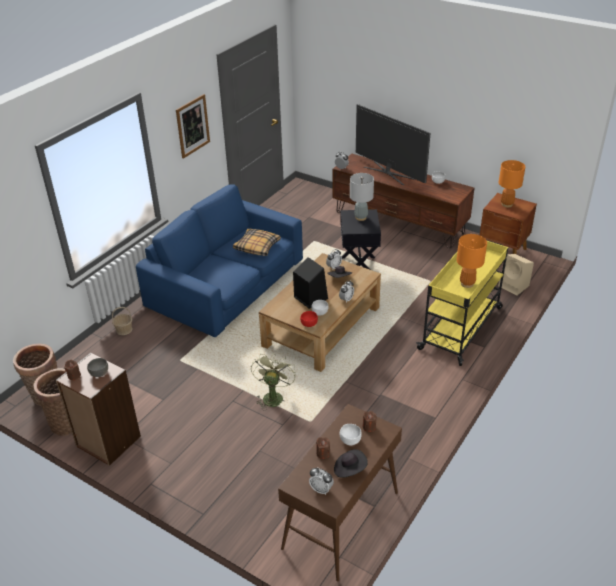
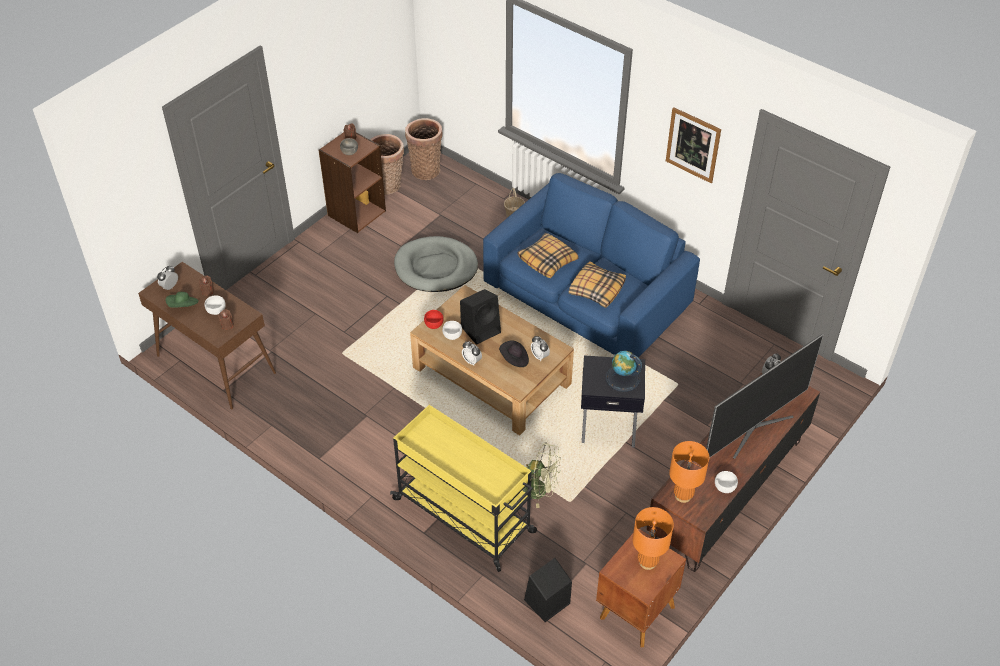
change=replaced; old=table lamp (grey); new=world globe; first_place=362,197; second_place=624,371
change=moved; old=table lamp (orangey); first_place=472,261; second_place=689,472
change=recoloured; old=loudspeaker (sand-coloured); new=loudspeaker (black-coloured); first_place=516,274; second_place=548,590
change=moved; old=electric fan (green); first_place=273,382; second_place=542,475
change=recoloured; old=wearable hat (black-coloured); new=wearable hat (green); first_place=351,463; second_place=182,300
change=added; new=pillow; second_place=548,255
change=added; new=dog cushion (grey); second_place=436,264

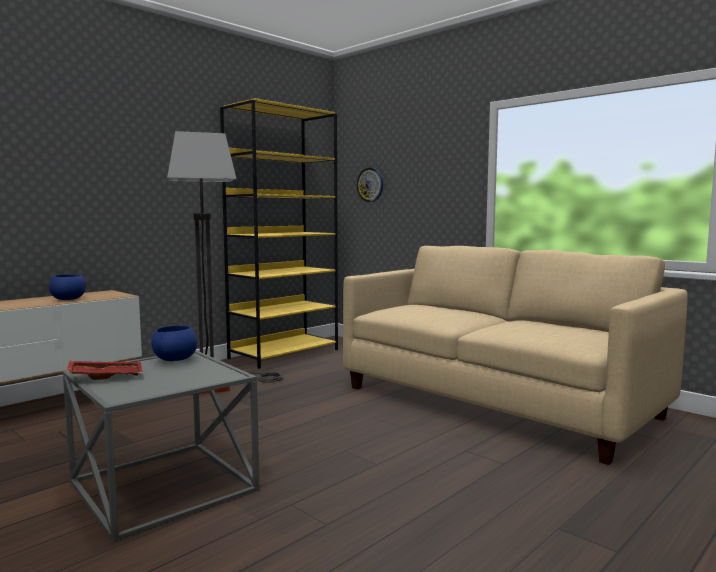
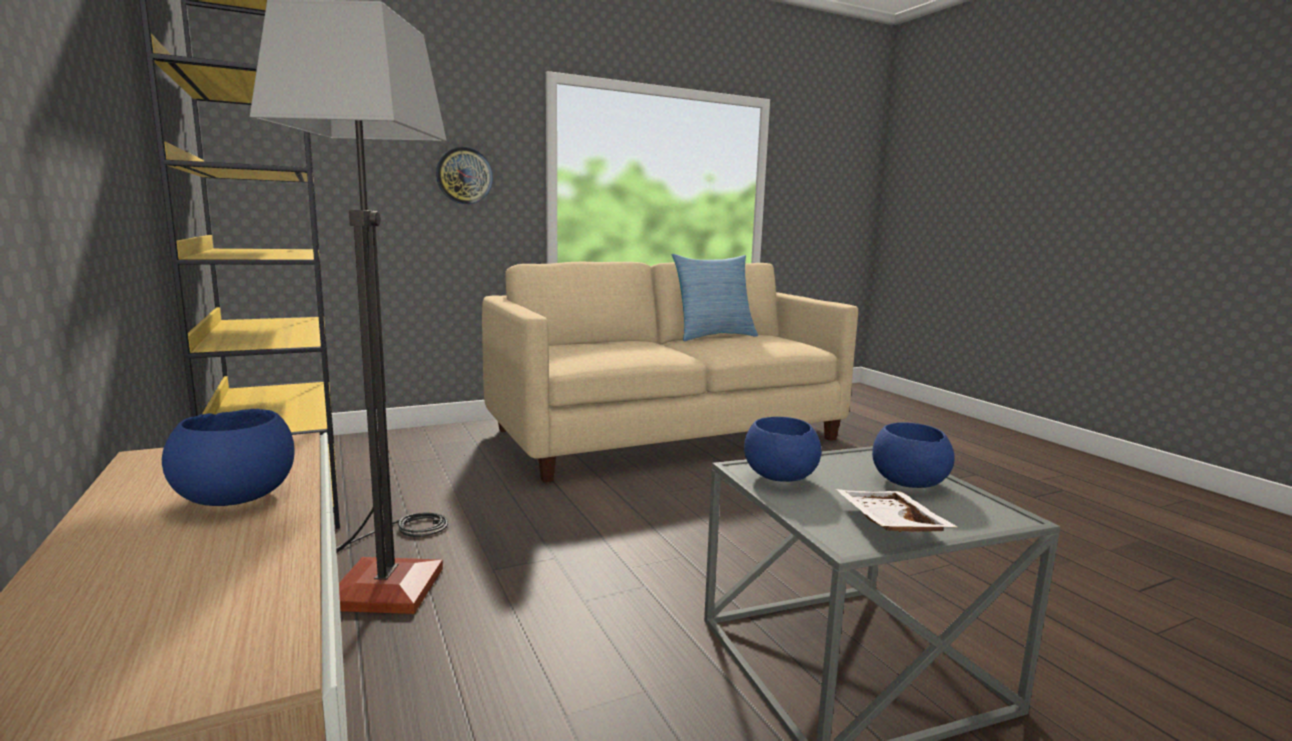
change=moved; old=wall clock; first_place=370,185; second_place=464,175
change=recoloured; old=carrying tray (red); new=carrying tray (whitish); first_place=105,370; second_place=896,510
change=added; new=pillow; second_place=715,297
change=added; new=deep dish (blue); second_place=913,455

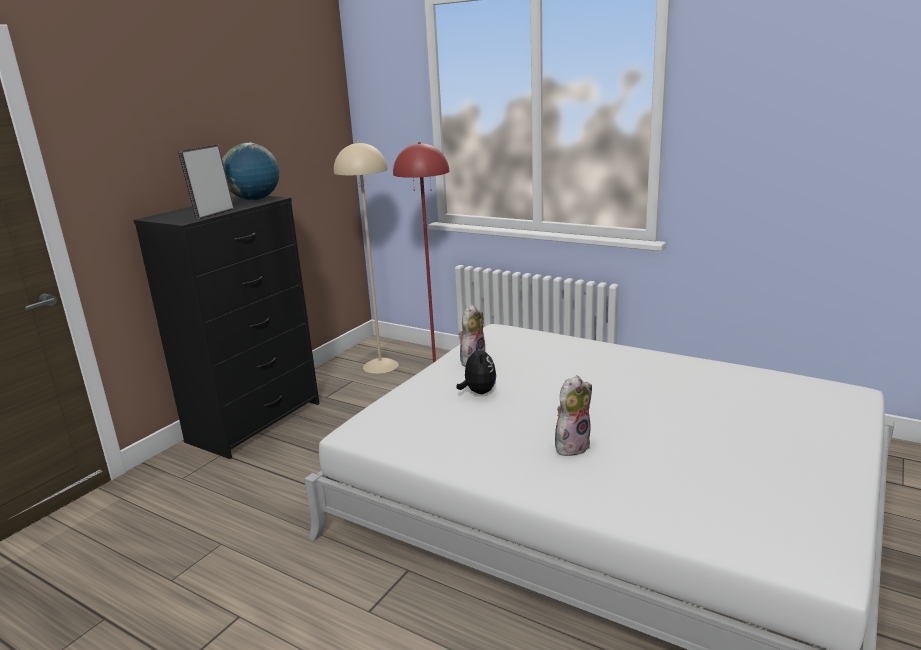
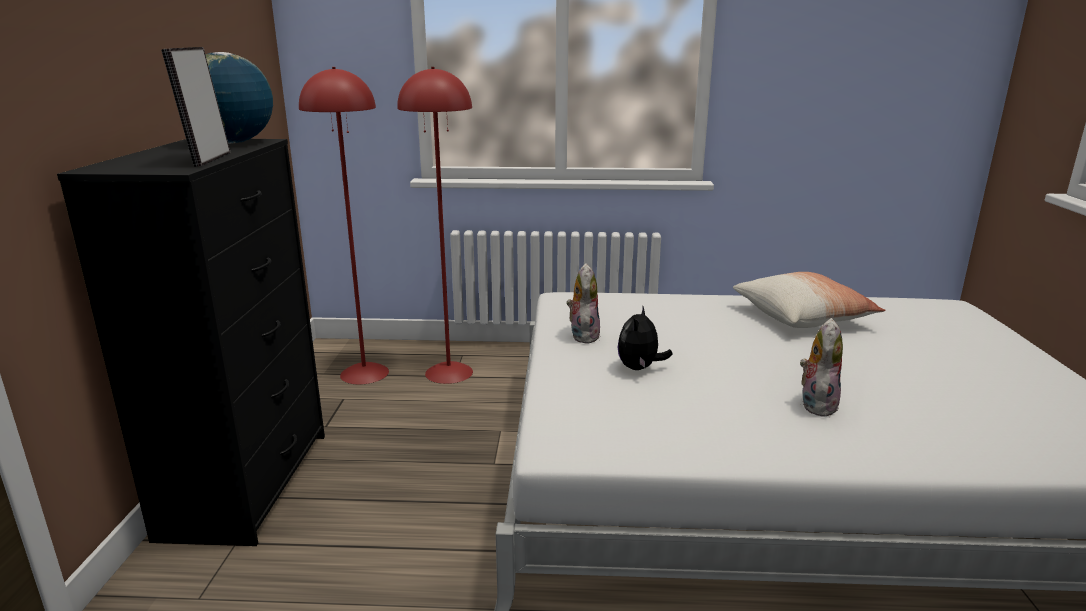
change=recoloured; old=standard lamp (sand-coloured); new=standard lamp (red); first_place=366,257; second_place=344,226
change=turned; old=plush toy; first_place=476,368; second_place=645,338; degrees=-120
change=added; new=pillow; second_place=809,300

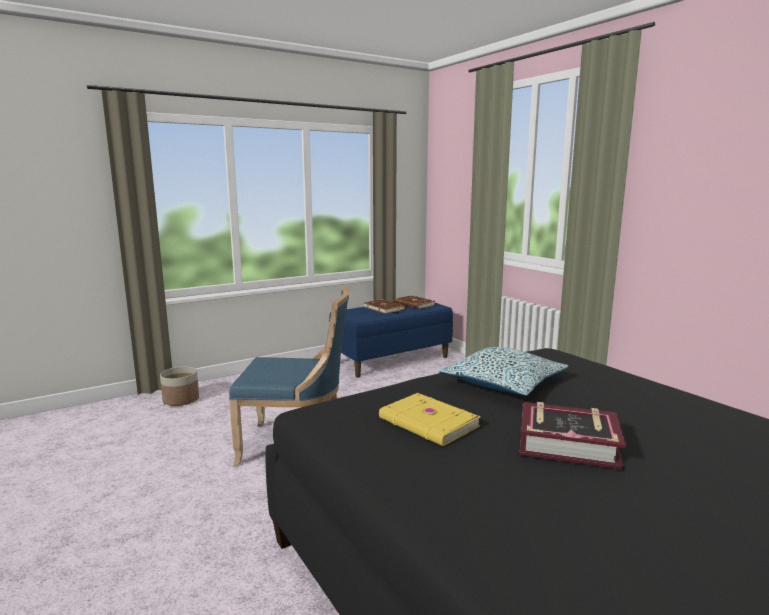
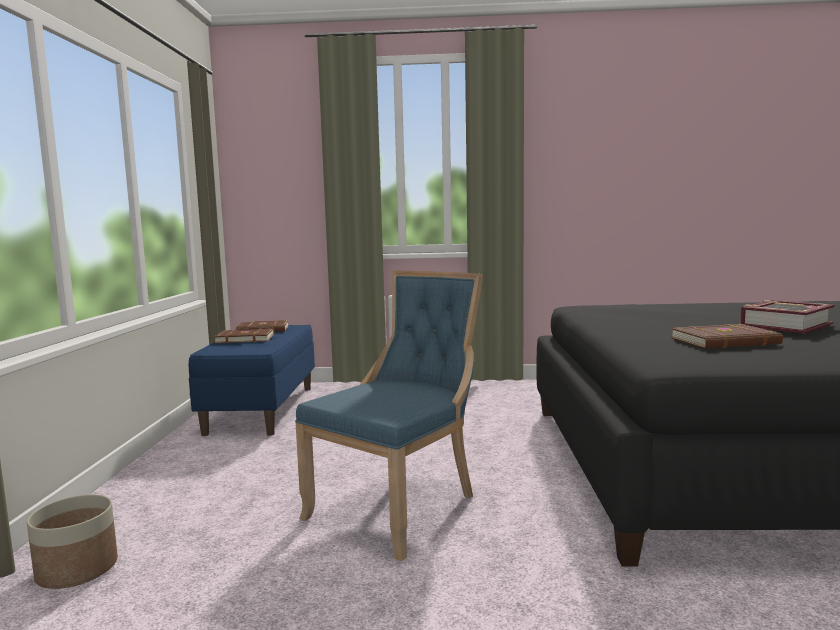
change=removed; old=pillow; first_place=503,371
change=recoloured; old=volume (yellow); new=volume (brown-coloured); first_place=429,419; second_place=727,336

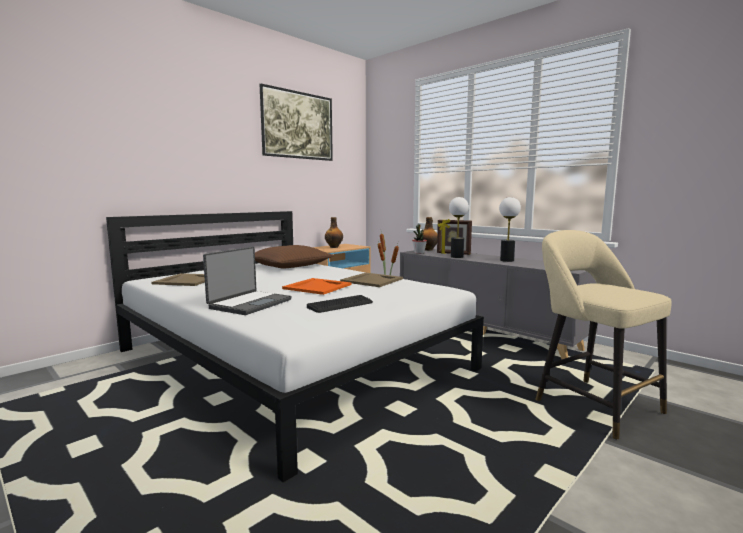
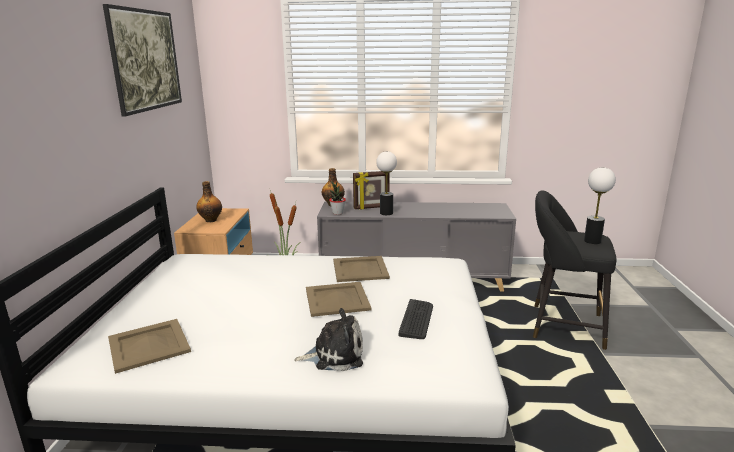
change=moved; old=table lamp; first_place=510,229; second_place=600,205
change=recoloured; old=stool seat (sand-coloured); new=stool seat (black-coloured); first_place=603,335; second_place=575,270
change=removed; old=pillow (brown-coloured); first_place=294,256
change=replaced; old=notebook computer; new=plush toy; first_place=247,281; second_place=328,339
change=recoloured; old=carrying tray (orangey); new=carrying tray (sand-coloured); first_place=316,286; second_place=338,299

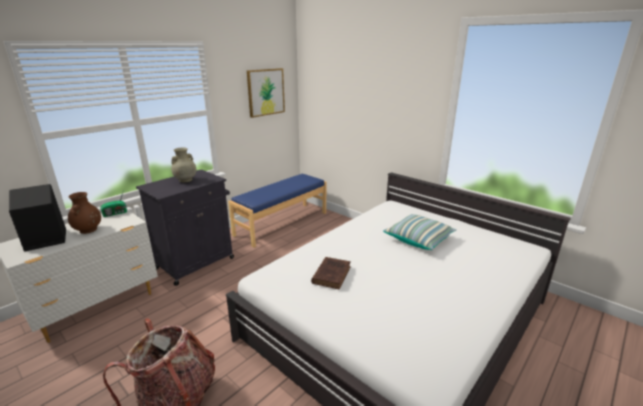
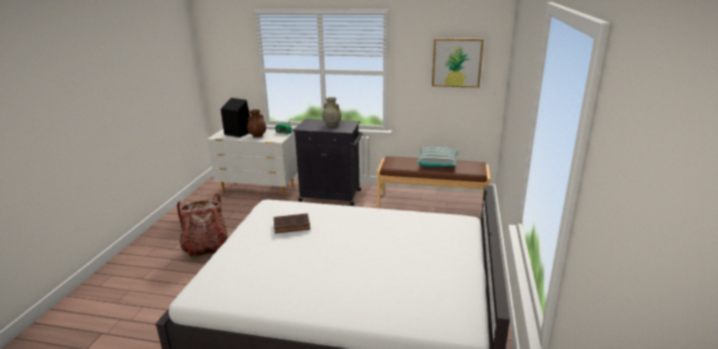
change=recoloured; old=indoor bench (blue); new=indoor bench (brown-coloured); first_place=277,211; second_place=433,182
change=moved; old=pillow; first_place=420,232; second_place=438,157

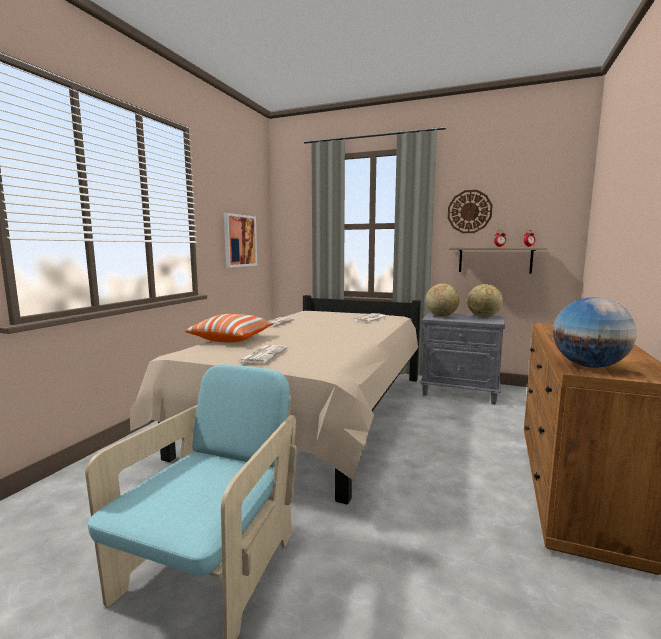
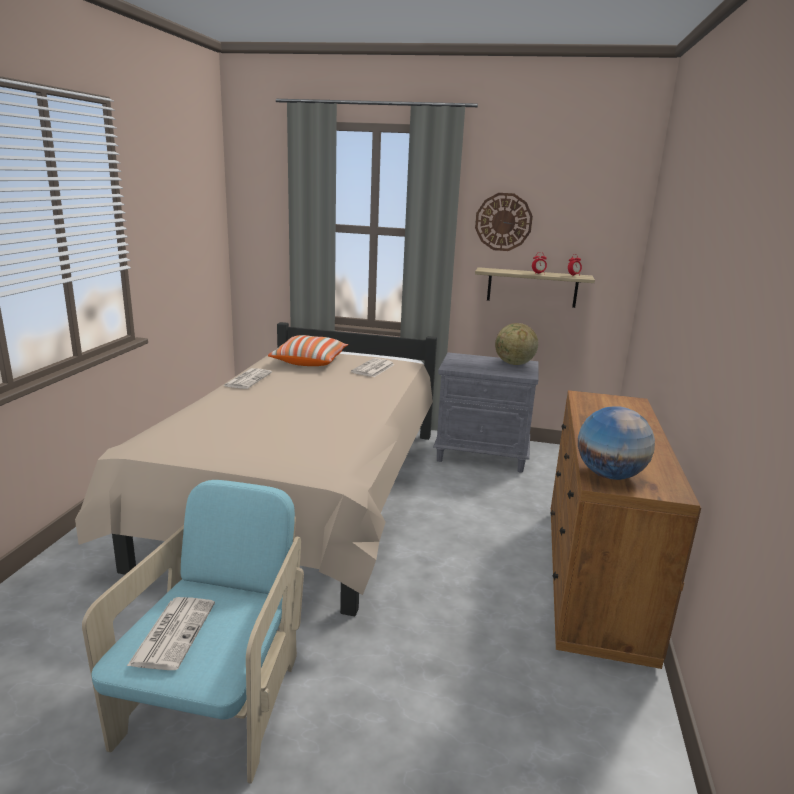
change=removed; old=picture; first_place=240,240
change=removed; old=world globe; first_place=442,300
change=moved; old=pillow; first_place=229,328; second_place=308,350
change=moved; old=newspaper; first_place=262,354; second_place=171,633

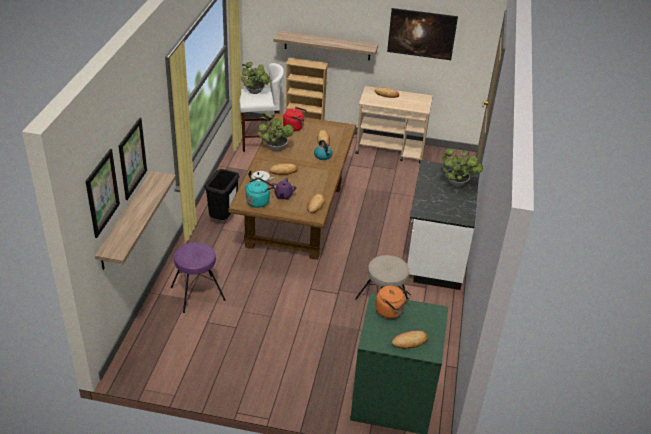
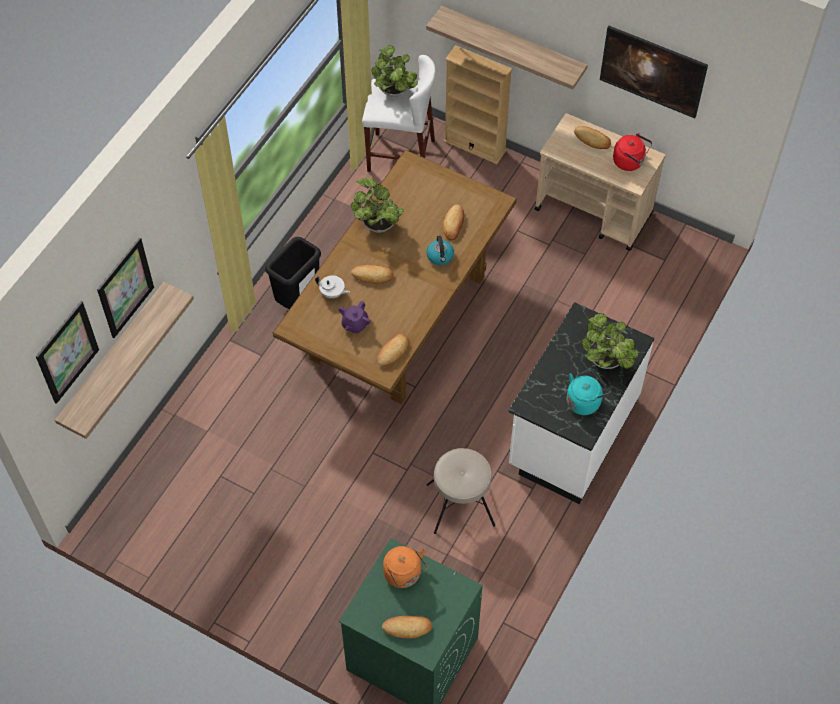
change=moved; old=kettle (red); first_place=295,119; second_place=632,152
change=moved; old=kettle (turquoise-coloured); first_place=259,193; second_place=588,391
change=removed; old=stool seat (purplish); first_place=198,277

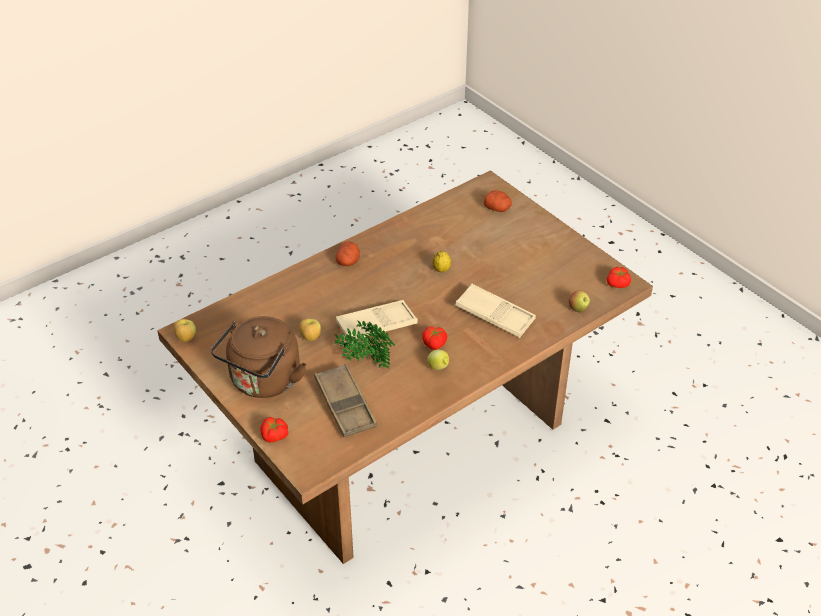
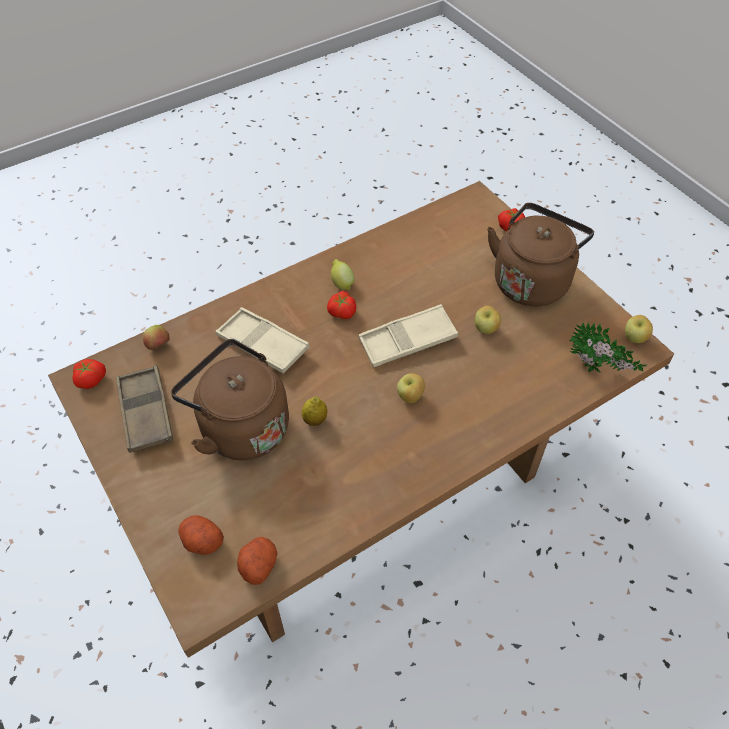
change=moved; old=whole potato; first_place=348,253; second_place=257,561
change=moved; old=plant in a pot; first_place=364,345; second_place=608,348
change=moved; old=carrying tray (brown-coloured); first_place=345,401; second_place=145,409
change=added; new=kettle (brown-coloured); second_place=230,399
change=added; new=whole apple; second_place=411,388

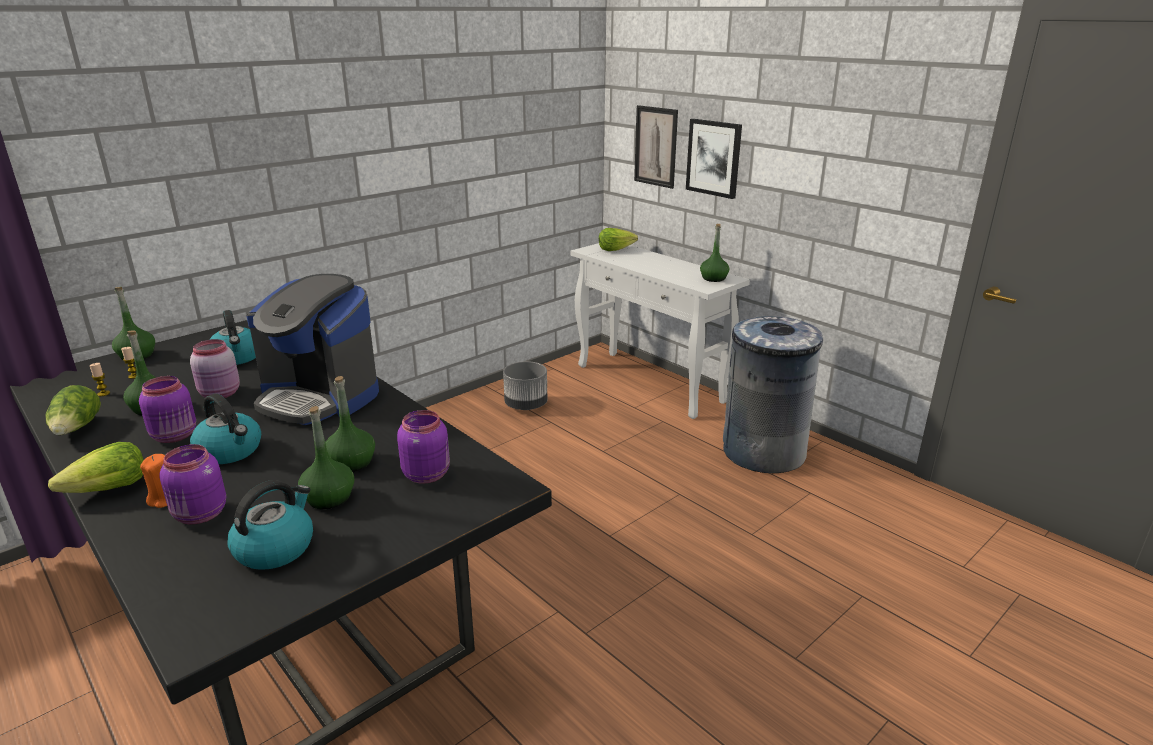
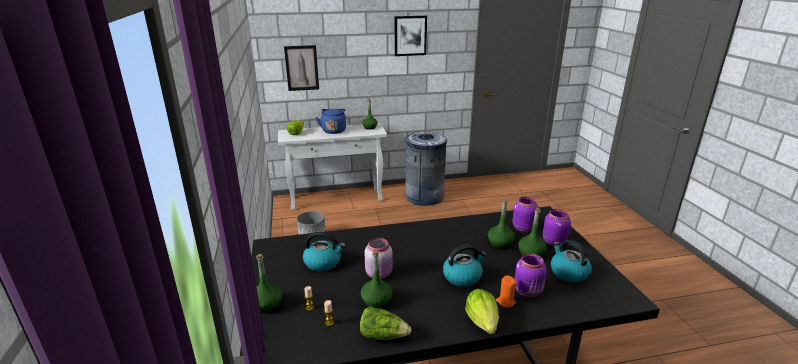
change=moved; old=picture; first_place=714,159; second_place=411,36
change=removed; old=coffee maker; first_place=313,349
change=moved; old=jar (purplish); first_place=167,409; second_place=556,227
change=added; new=kettle (blue); second_place=331,121

